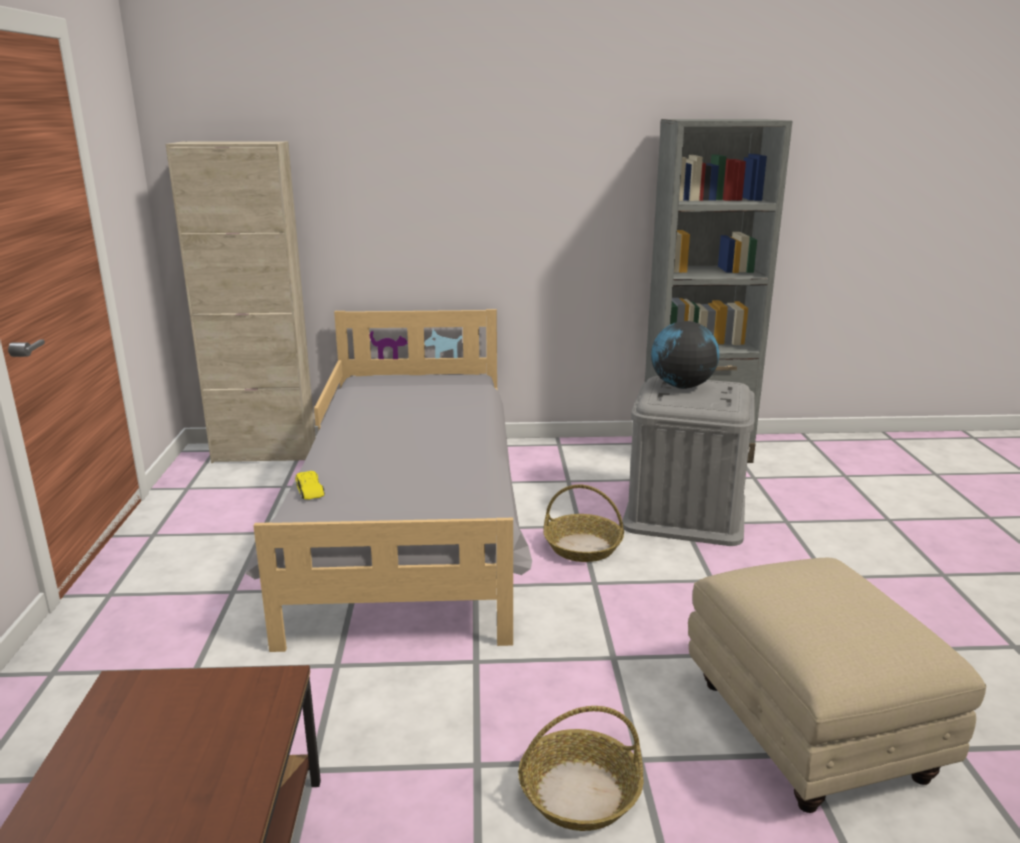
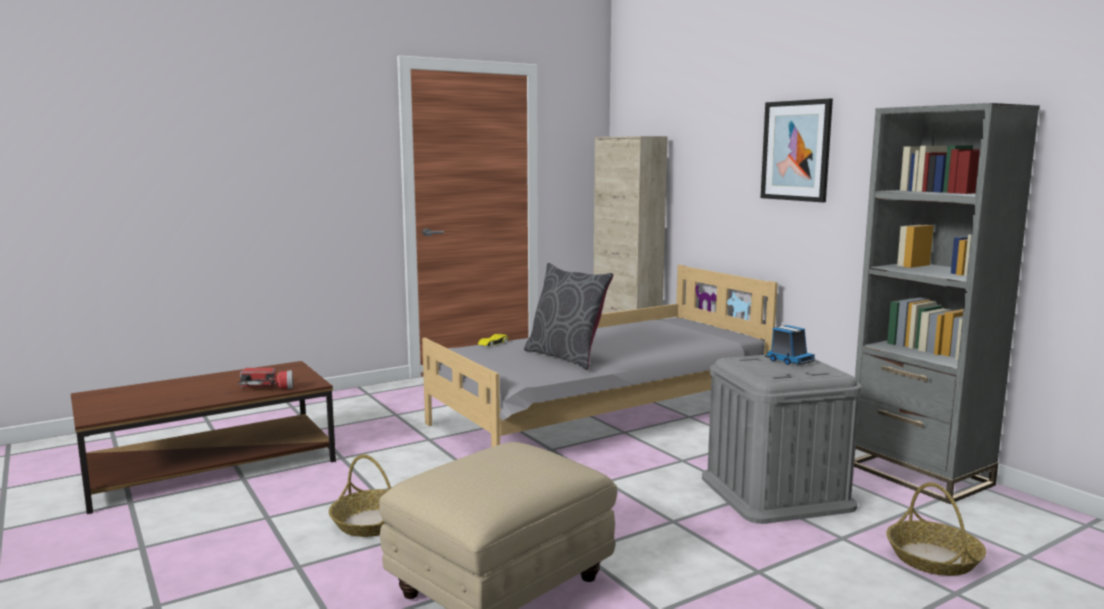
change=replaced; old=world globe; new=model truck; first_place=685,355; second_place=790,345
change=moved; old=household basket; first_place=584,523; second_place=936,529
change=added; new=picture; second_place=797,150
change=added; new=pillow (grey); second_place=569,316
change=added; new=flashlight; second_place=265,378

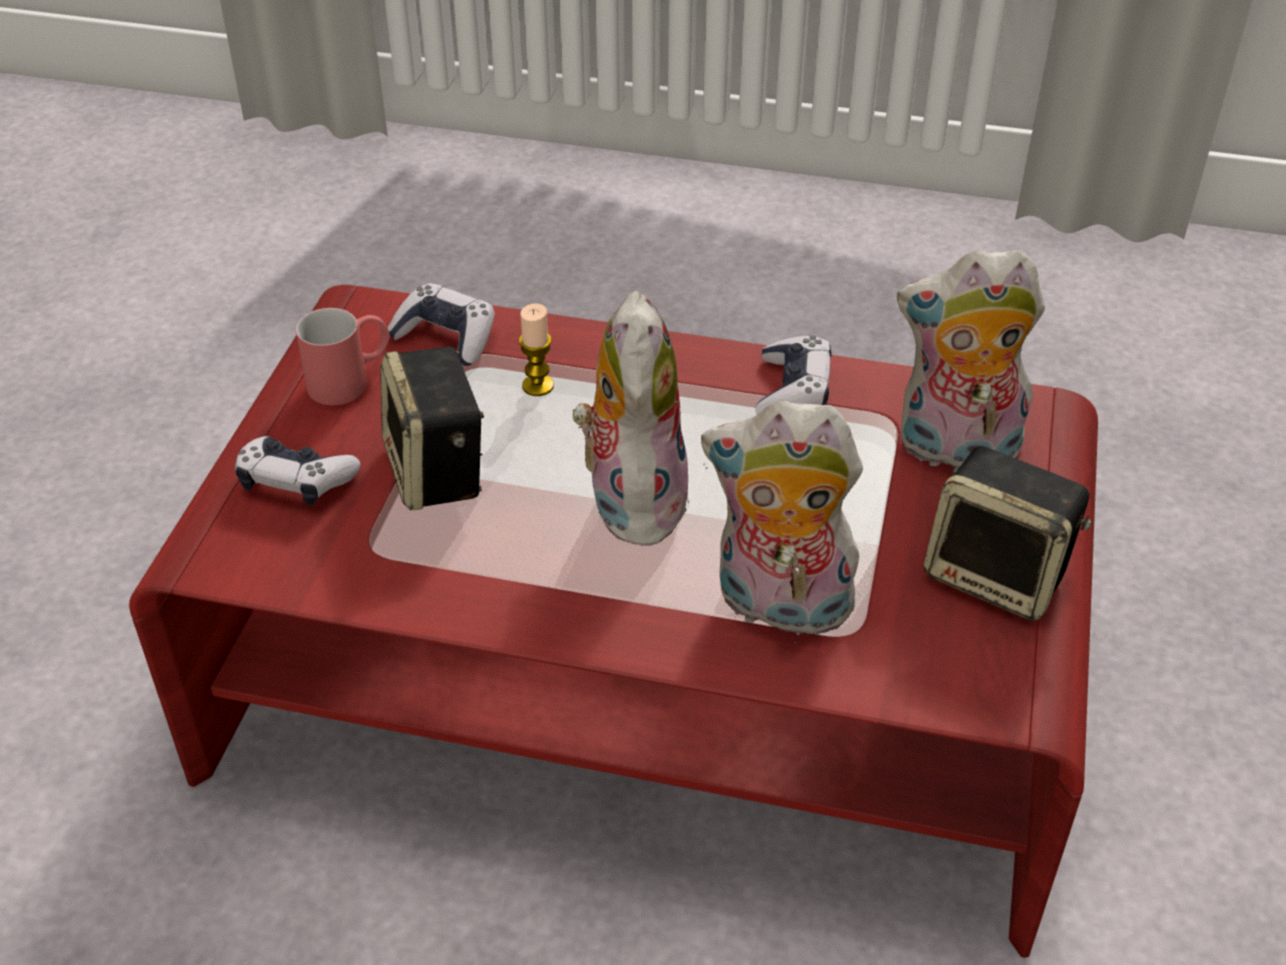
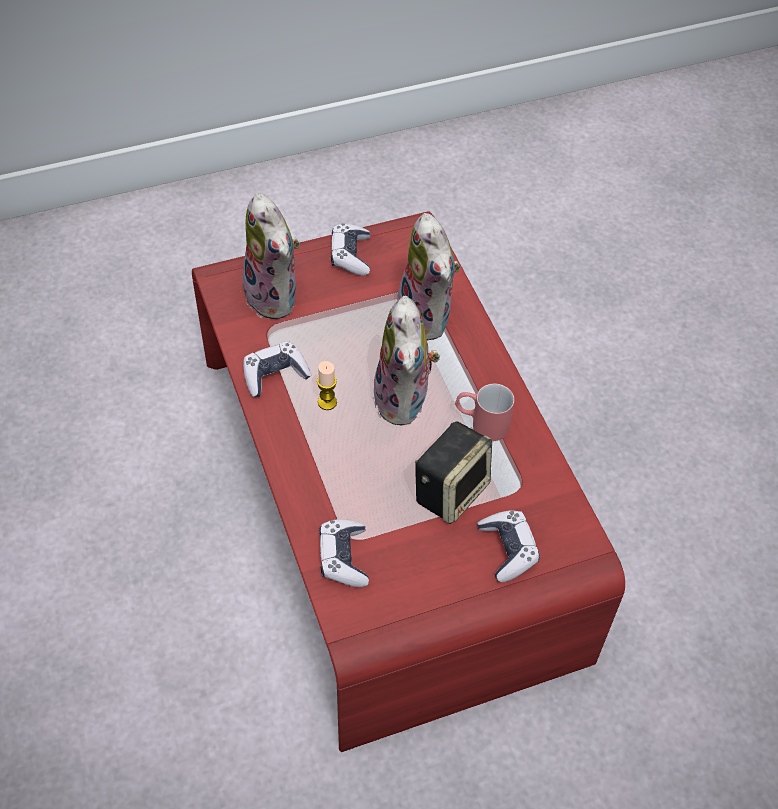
change=turned; old=plush toy; first_place=631,419; second_place=406,361; degrees=-60
change=moved; old=wax light; first_place=536,349; second_place=327,385
change=moved; old=tea mug (red); first_place=343,356; second_place=484,412
change=replaced; old=loudspeaker; new=joypad; first_place=1008,533; second_place=350,249

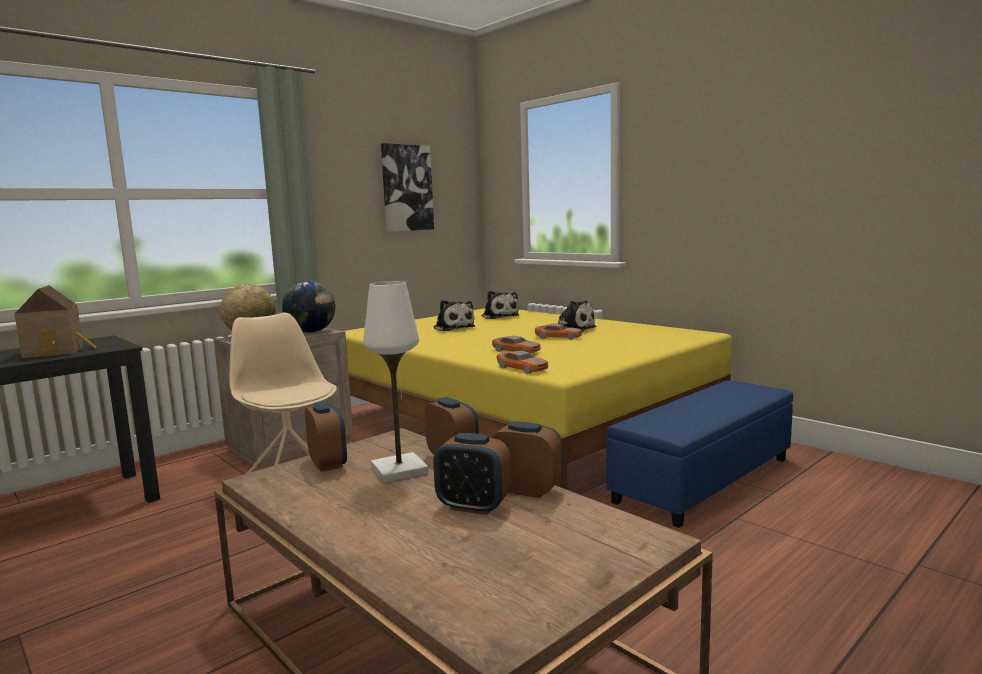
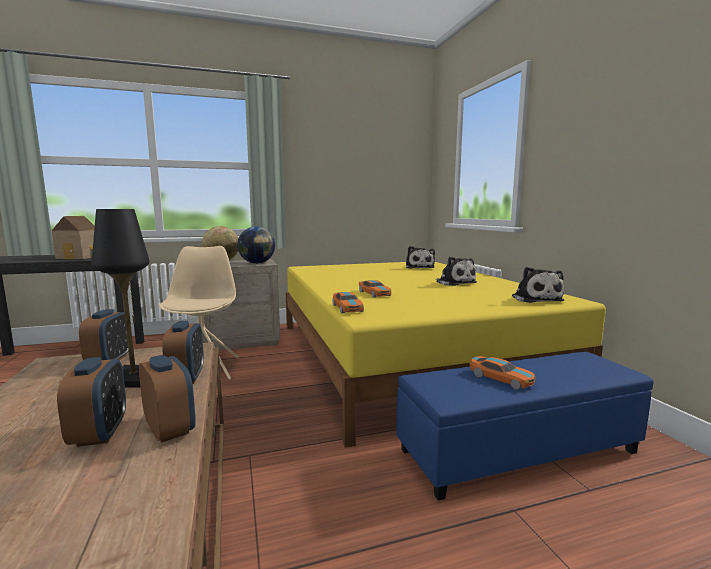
change=removed; old=picture; first_place=407,187
change=recoloured; old=table lamp (whitish); new=table lamp (black-coloured); first_place=396,382; second_place=120,298
change=moved; old=plush toy; first_place=454,315; second_place=538,285
change=moved; old=model car; first_place=558,332; second_place=502,372
change=turned; old=alarm clock; first_place=472,474; second_place=91,402; degrees=-150

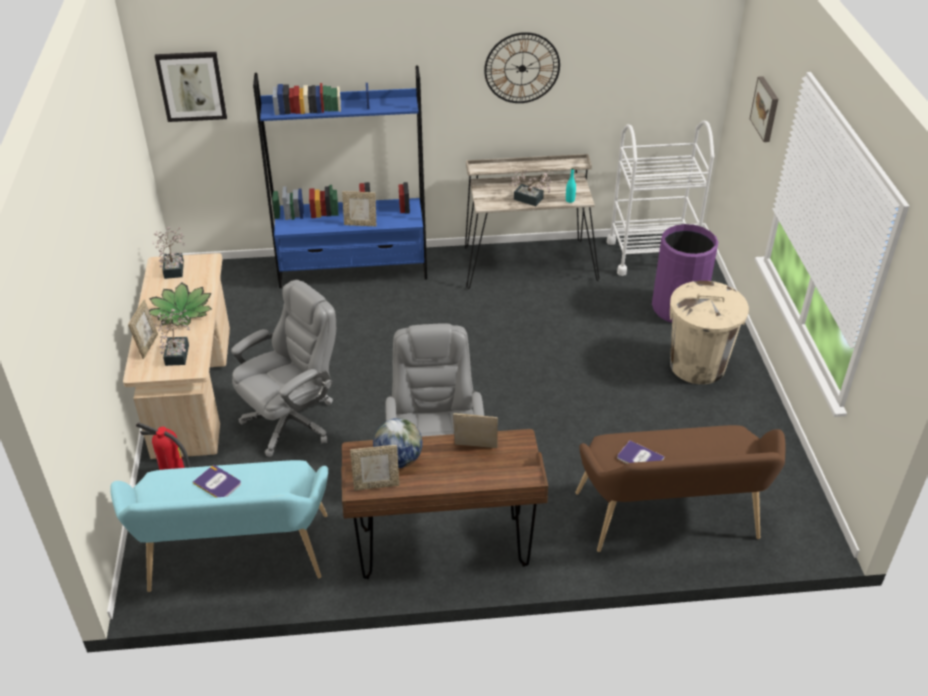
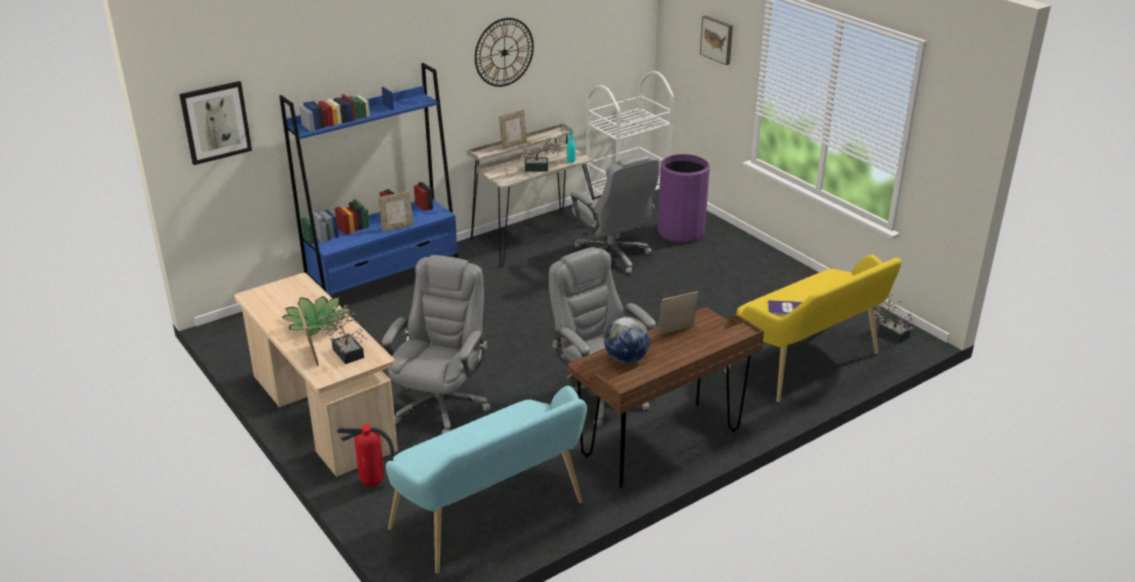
change=moved; old=plant in a pot; first_place=168,253; second_place=896,318
change=removed; old=rubbish bin (sand-coloured); first_place=709,332
change=recoloured; old=indoor bench (brown-coloured); new=indoor bench (yellow); first_place=680,488; second_place=813,328
change=moved; old=picture frame; first_place=374,467; second_place=513,129
change=removed; old=volume; first_place=217,481
change=added; new=computer chair (grey); second_place=614,214

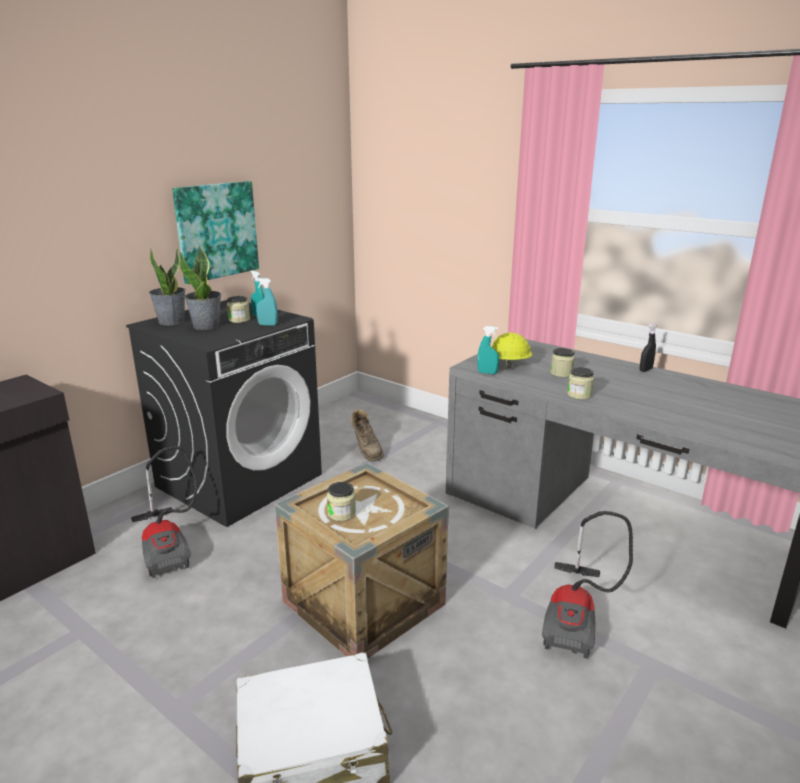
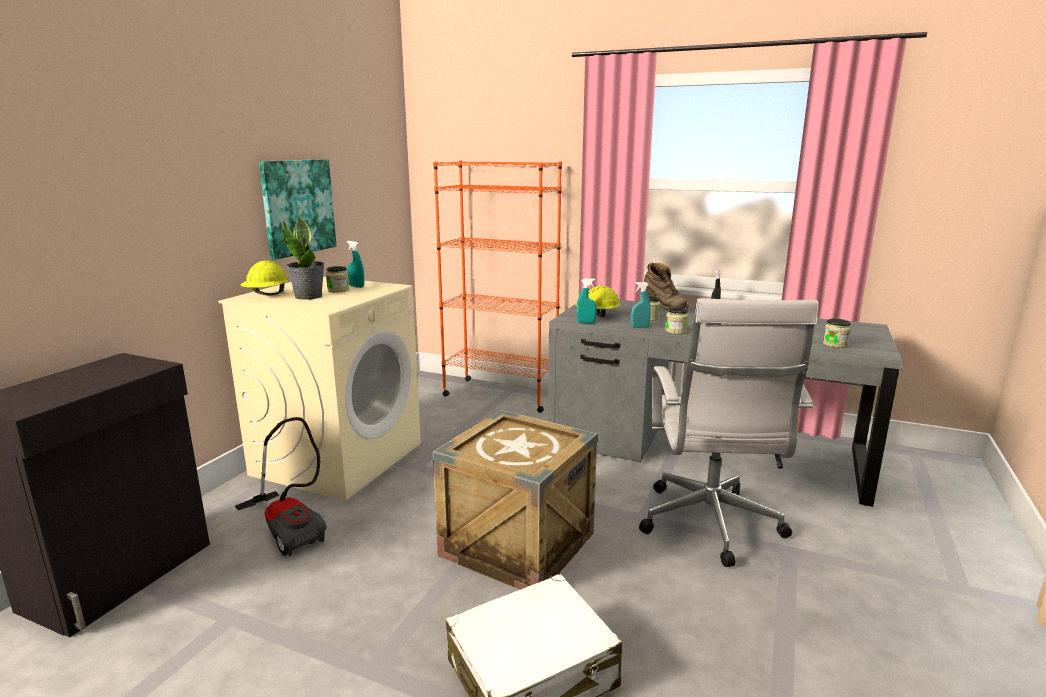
change=replaced; old=plant in a pot; new=safety helmet (yellow); first_place=167,286; second_place=264,277
change=moved; old=spray bottle (turquoise-coloured); first_place=267,302; second_place=641,305
change=recoloured; old=laundry appliance (black-coloured); new=laundry appliance (sand-coloured); first_place=224,413; second_place=319,389
change=moved; old=boot (brown-coloured); first_place=367,435; second_place=666,286
change=moved; old=jar; first_place=341,501; second_place=837,333
change=replaced; old=vacuum cleaner; new=computer chair (whitish); first_place=587,584; second_place=729,432
change=added; new=bookshelf (orangey); second_place=497,286

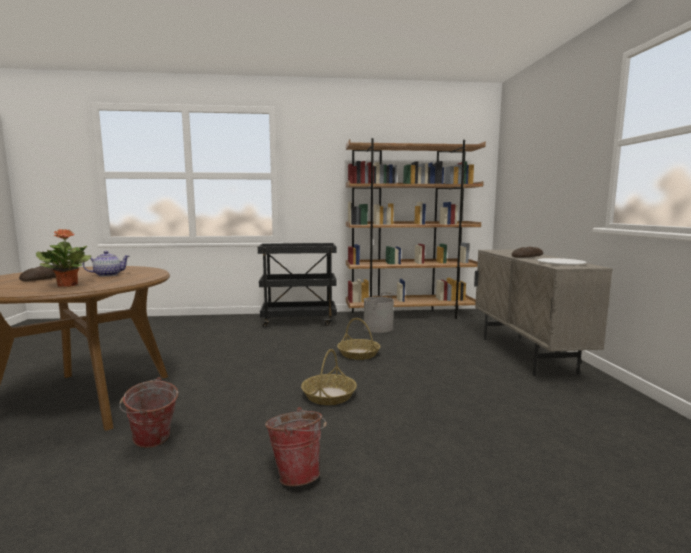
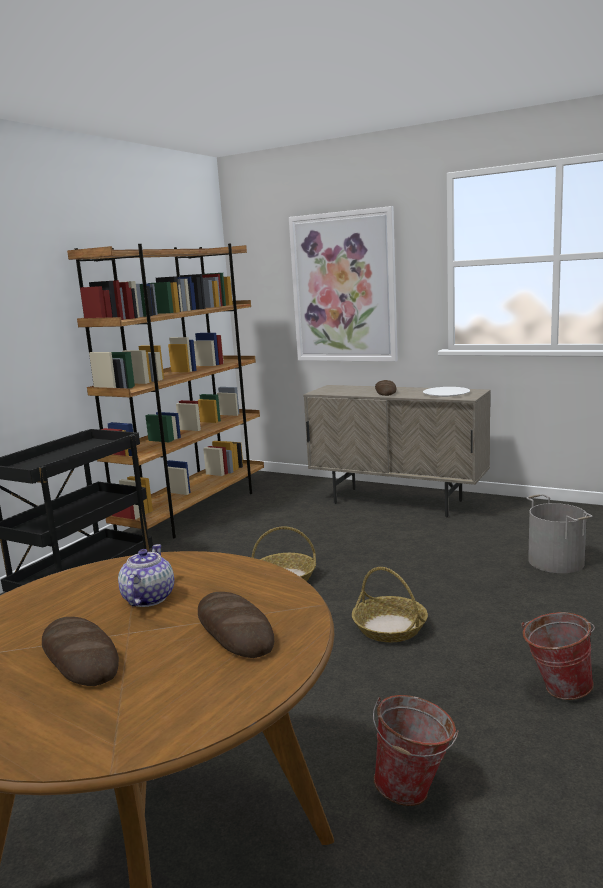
change=replaced; old=plant in a pot; new=bread; first_place=63,258; second_place=236,625
change=moved; old=pail (grey); first_place=378,312; second_place=559,533
change=added; new=picture; second_place=343,284

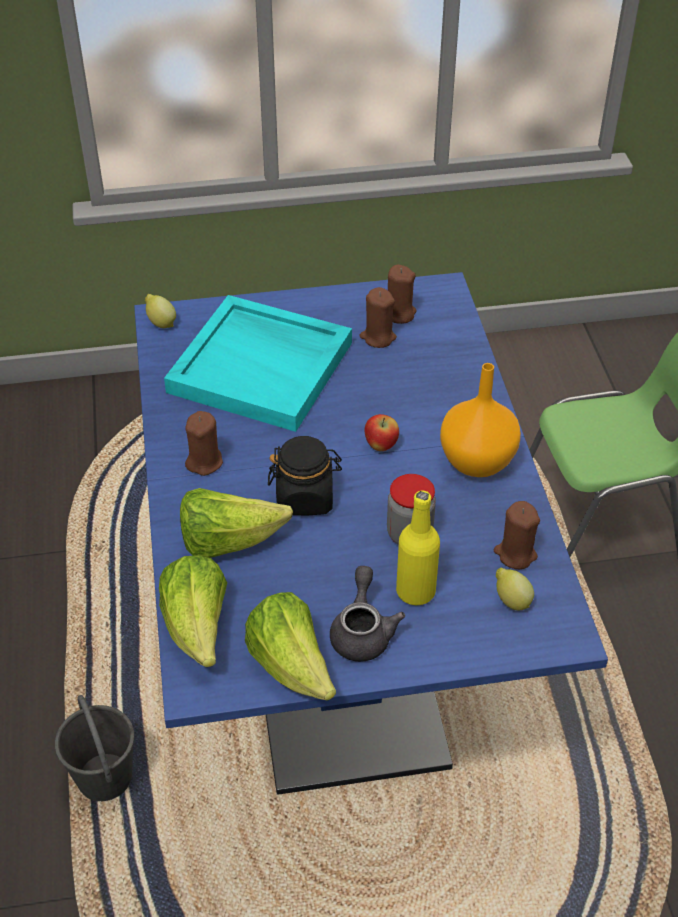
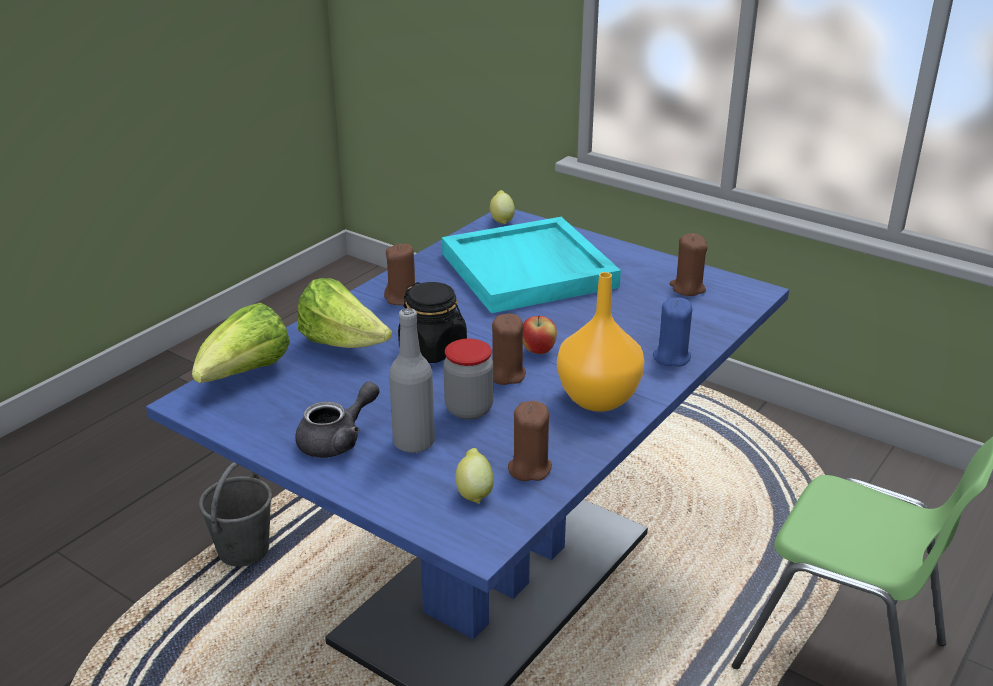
change=moved; old=wax light (brown-coloured); first_place=378,317; second_place=509,349
change=recoloured; old=beverage bottle (yellow); new=beverage bottle (grey); first_place=418,548; second_place=412,380
change=removed; old=head of lettuce; first_place=290,646
change=added; new=wax light (blue); second_place=673,331

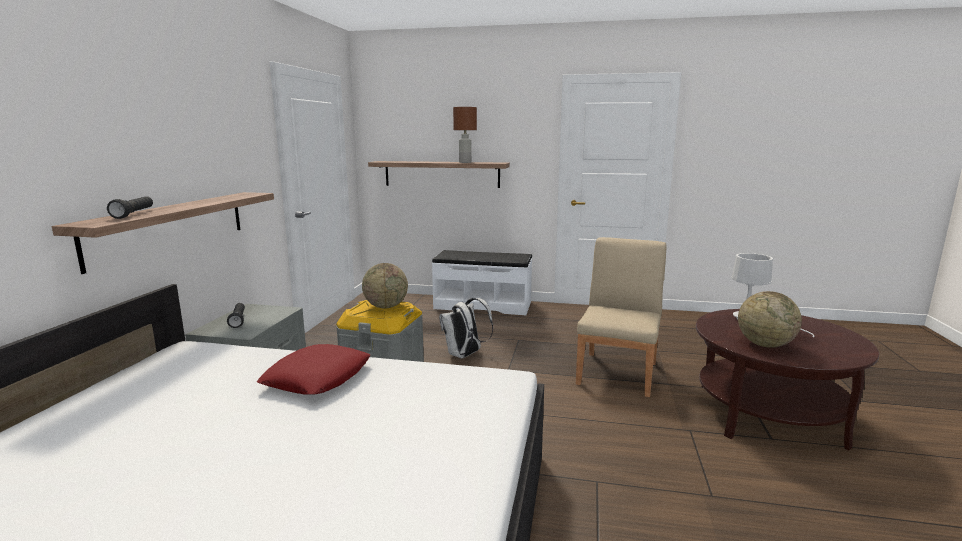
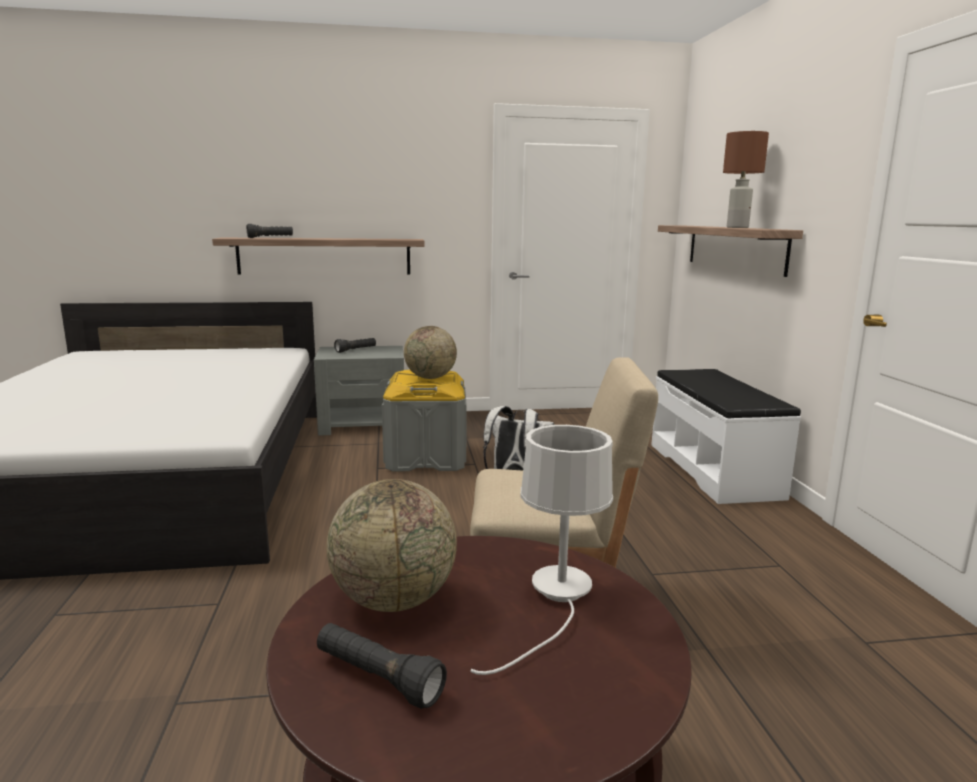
change=removed; old=pillow (red); first_place=313,369
change=added; new=flashlight (black-coloured); second_place=382,666

